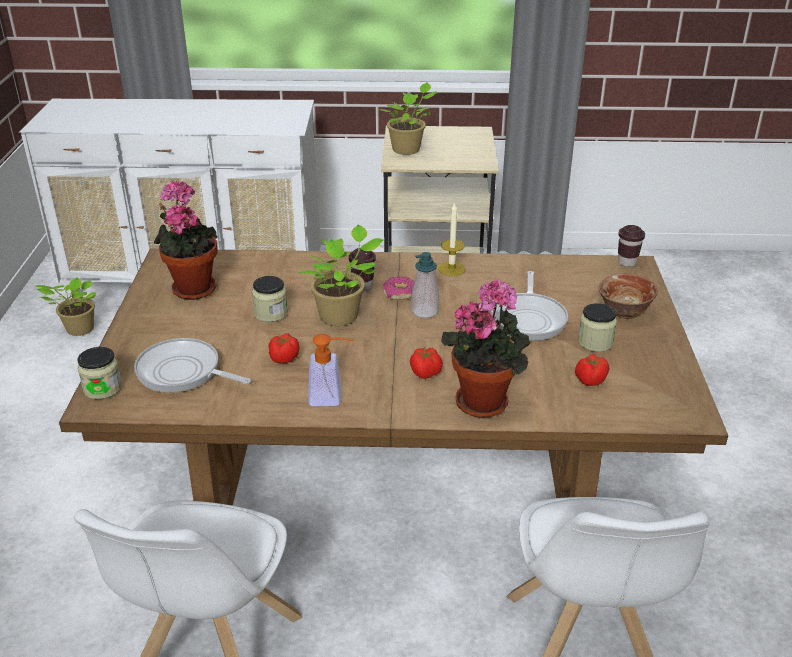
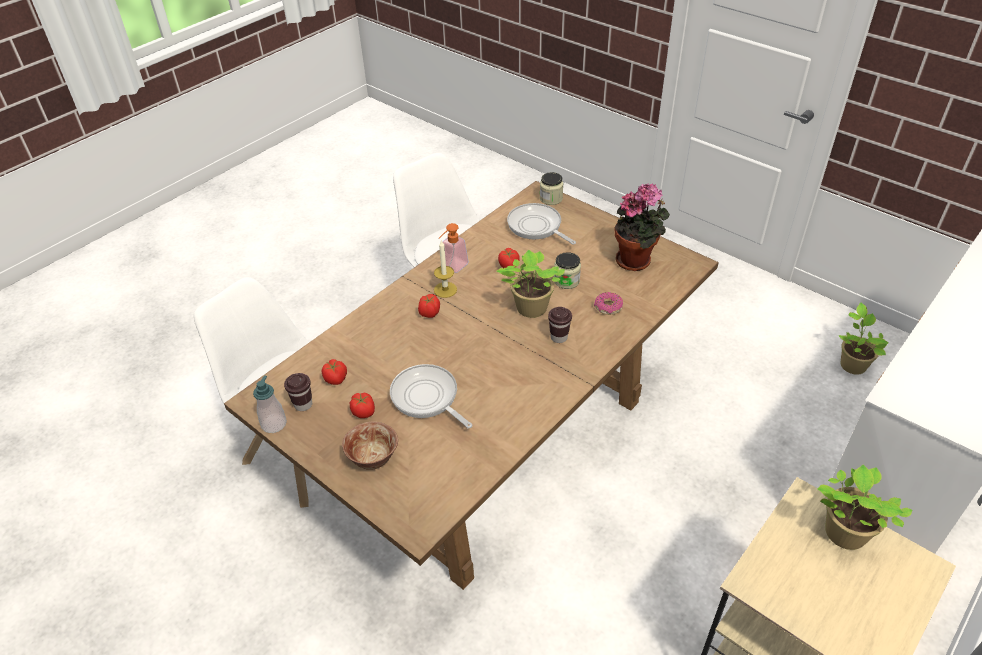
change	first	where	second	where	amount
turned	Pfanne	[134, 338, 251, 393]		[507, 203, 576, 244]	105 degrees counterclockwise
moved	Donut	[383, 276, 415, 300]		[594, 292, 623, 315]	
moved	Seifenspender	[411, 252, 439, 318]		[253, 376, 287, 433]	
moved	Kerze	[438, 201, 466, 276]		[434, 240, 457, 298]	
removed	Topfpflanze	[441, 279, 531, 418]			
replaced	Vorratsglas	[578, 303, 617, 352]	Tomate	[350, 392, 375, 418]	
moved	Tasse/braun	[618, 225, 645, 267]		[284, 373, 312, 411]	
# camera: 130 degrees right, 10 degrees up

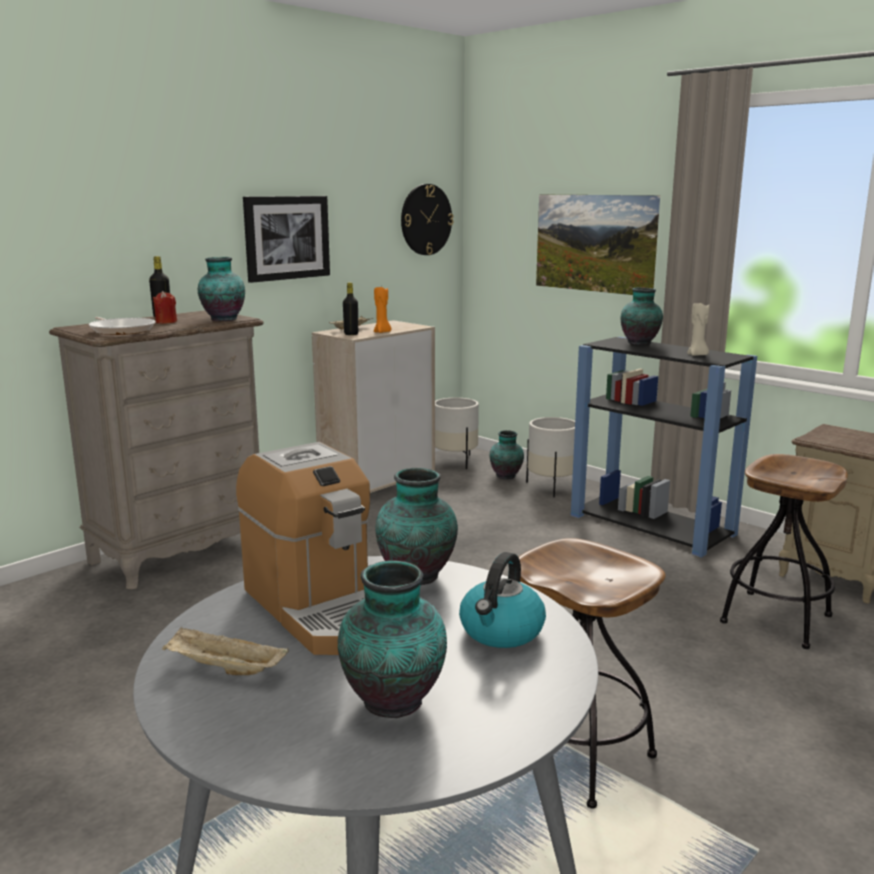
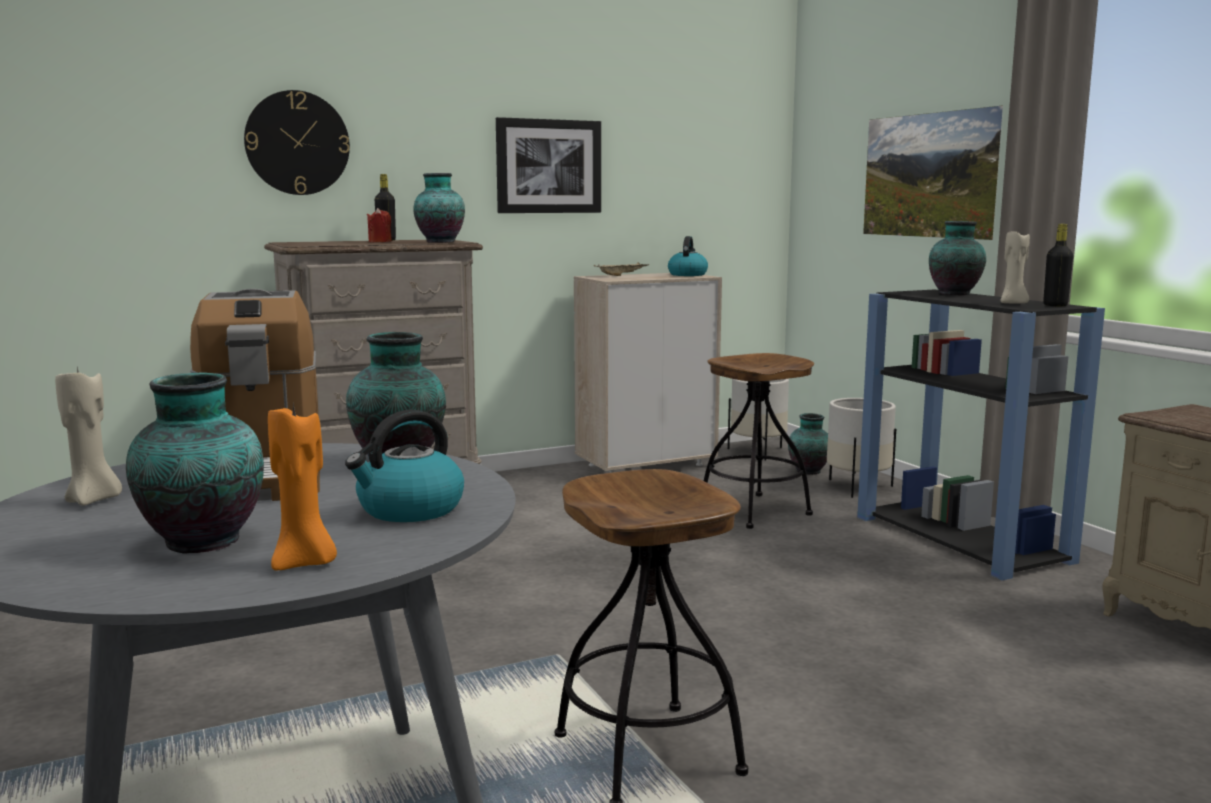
change	first	where	second	where	amount
removed	Pfanne	[89, 317, 156, 335]			
replaced	Tablett/beige	[162, 627, 289, 675]	Kerze/beige	[55, 366, 122, 506]	
moved	Flasche/schwarz	[343, 282, 358, 335]		[1043, 224, 1073, 307]	
moved	Kerze/orange	[374, 287, 391, 333]		[268, 403, 337, 570]	
moved	Wanduhr	[401, 184, 454, 255]		[244, 90, 350, 195]	
moved	Hocker/braun	[720, 454, 848, 649]		[704, 353, 814, 529]	
added			Wasserkessel	[668, 236, 708, 276]	
# camera: 20 degrees right, 5 degrees down

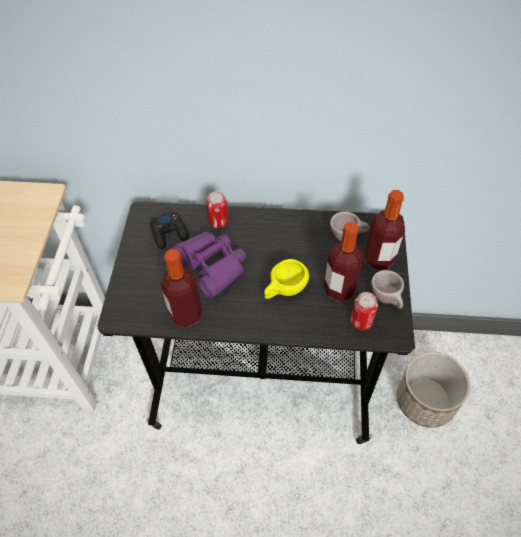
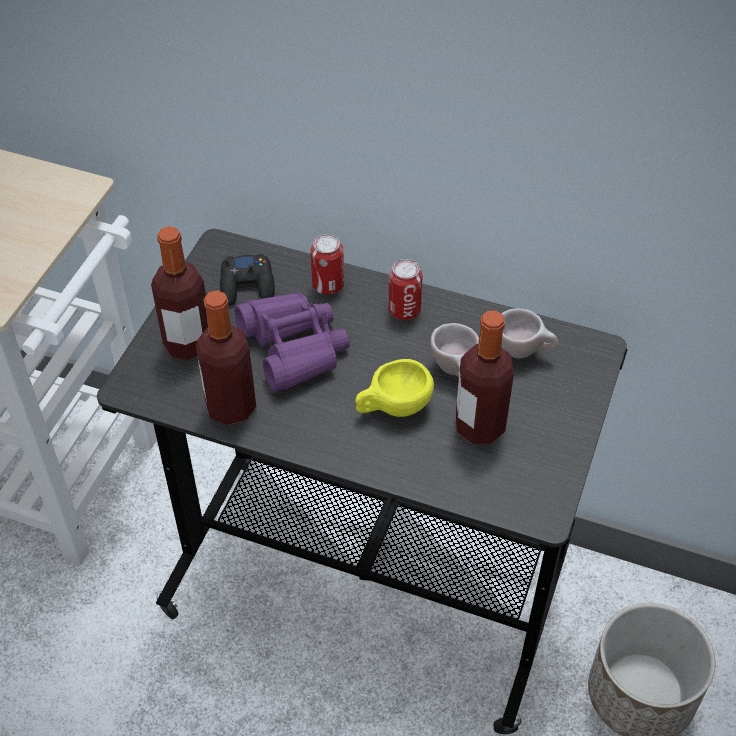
change	first	where	second	where	amount
moved	Dose	[350, 292, 378, 330]		[388, 259, 422, 320]	
moved	Flasche	[365, 190, 405, 270]		[151, 226, 208, 361]	
moved	Tasse/beige	[371, 270, 404, 309]		[430, 323, 479, 378]	
# camera: 15 degrees right, 5 degrees down

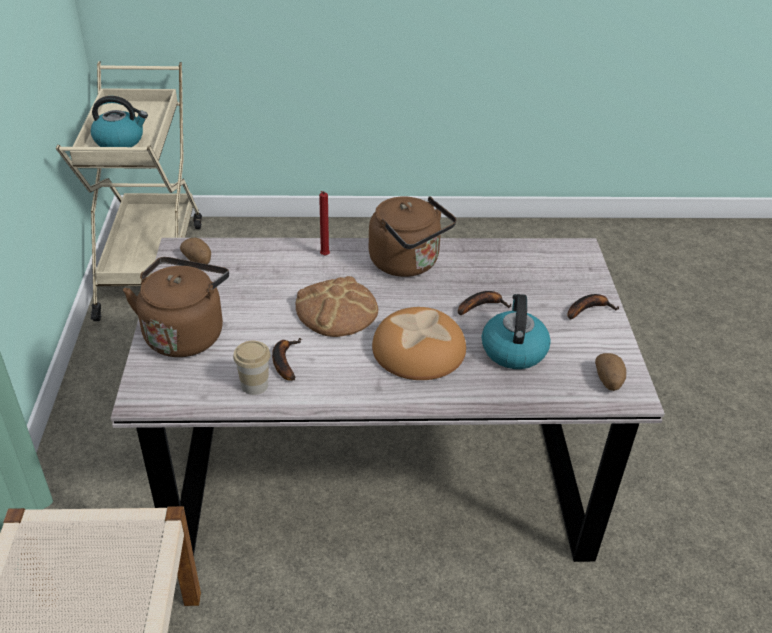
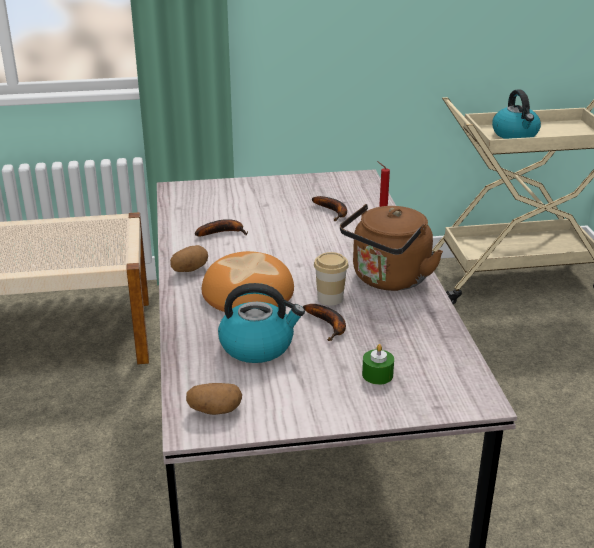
change	first	where	second	where	amount
removed	Wasserkessel/braun	[123, 257, 229, 357]			
moved	Kartoffel	[180, 237, 211, 264]		[170, 245, 208, 272]	
moved	Tasse	[233, 341, 270, 395]		[314, 252, 349, 305]	
removed	Brot	[296, 276, 378, 337]			
moved	Banane	[567, 294, 619, 320]		[312, 196, 347, 221]	
added			Kerze/grün	[362, 344, 394, 385]	
# camera: 85 degrees right, 10 degrees down

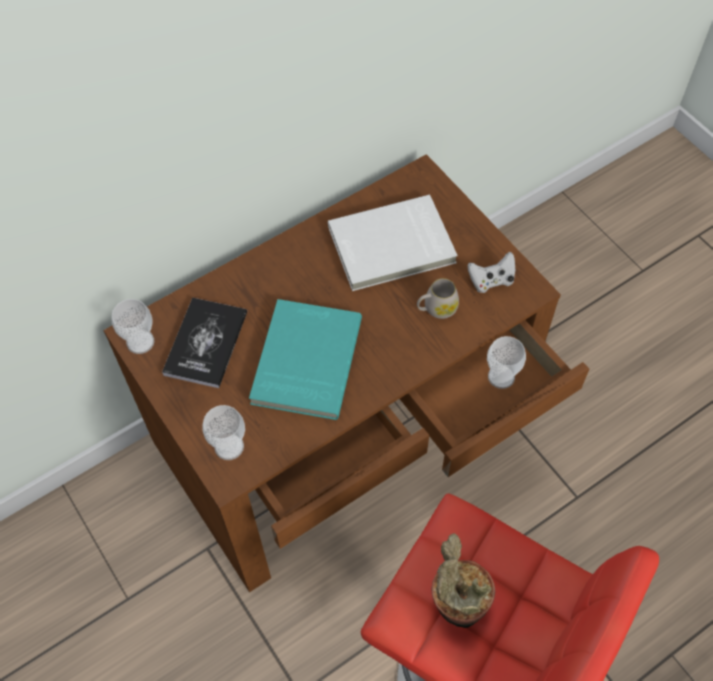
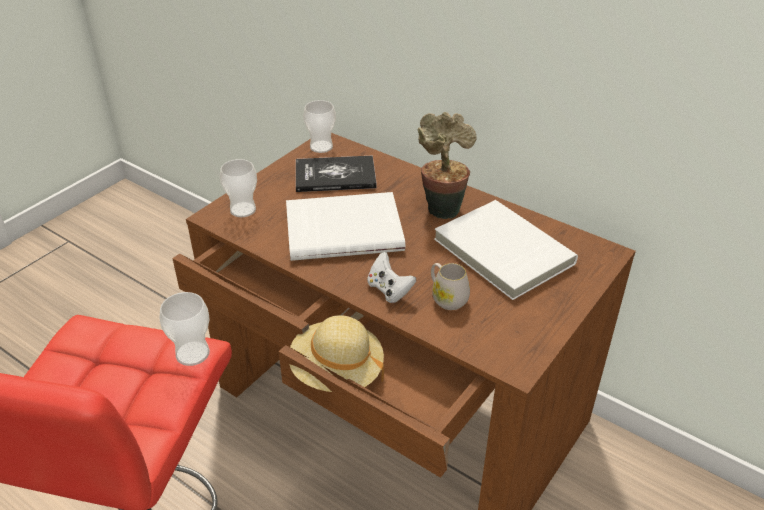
change	first	where	second	where	amount
recoloured	Buch/türkis	[249, 299, 362, 420]	Buch/weiß	[286, 192, 405, 261]	
moved	Topfpflanze	[432, 533, 495, 628]		[417, 112, 477, 219]	
moved	Gamepad/weiß	[467, 252, 515, 293]		[367, 252, 416, 303]	
moved	Tasse	[487, 336, 526, 389]		[160, 292, 210, 366]	
added			Hut/beige	[289, 315, 384, 392]	
# camera: 70 degrees right, 20 degrees down

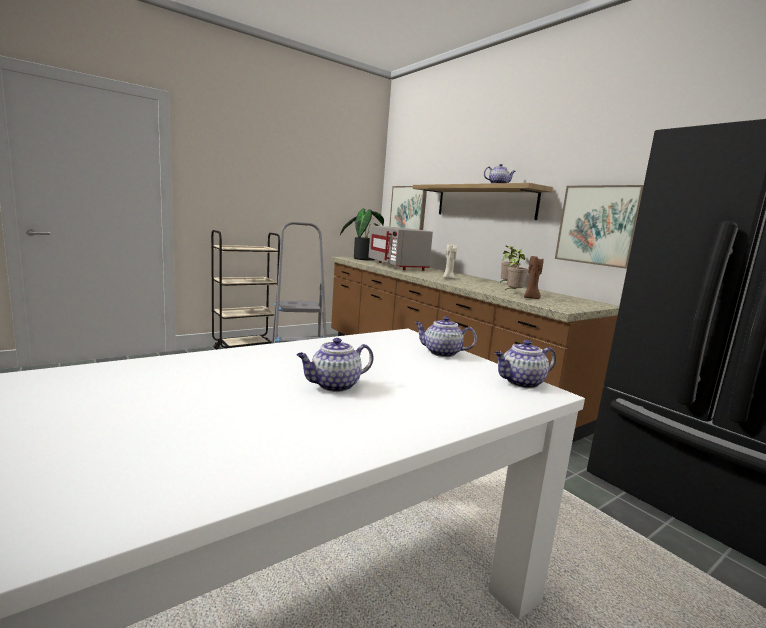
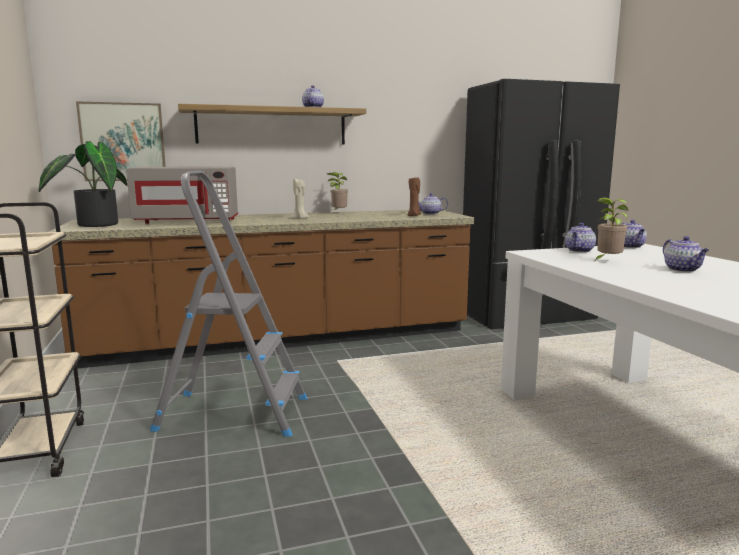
change	first	where	second	where	amount
moved	Topfpflanze	[505, 248, 528, 291]		[595, 197, 629, 260]	
removed	Bild	[555, 185, 644, 269]			
added			Teekanne	[418, 193, 448, 214]	
# camera: 70 degrees left, 0 degrees up

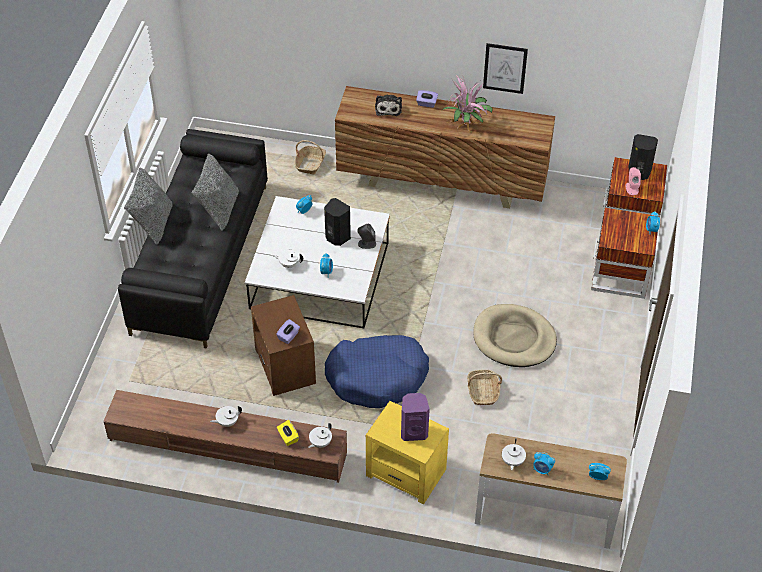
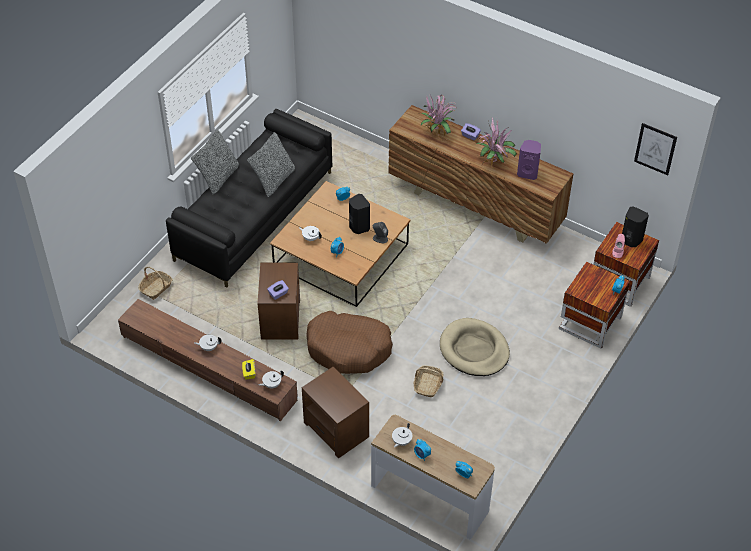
change	first	where	second	where	amount
recoloured	Couchtisch/weiß	[245, 196, 390, 328]	Couchtisch/braun	[270, 181, 410, 307]	
moved	Korb	[294, 140, 326, 175]		[138, 267, 173, 300]	
recoloured	Hundebett/blau	[325, 335, 429, 408]	Hundebett/braun	[306, 311, 393, 374]	
recoloured	Beistelltisch/gelb	[366, 401, 449, 504]	Beistelltisch/braun	[302, 367, 369, 459]	
replaced	Plüschtier	[375, 95, 402, 116]	Topfpflanze	[421, 95, 458, 143]	
moved	Lautsprecher/lila	[401, 393, 430, 441]		[517, 140, 541, 180]	
moved	Bild	[483, 43, 528, 94]		[634, 123, 677, 175]	
# camera: 20 degrees right, 0 degrees up

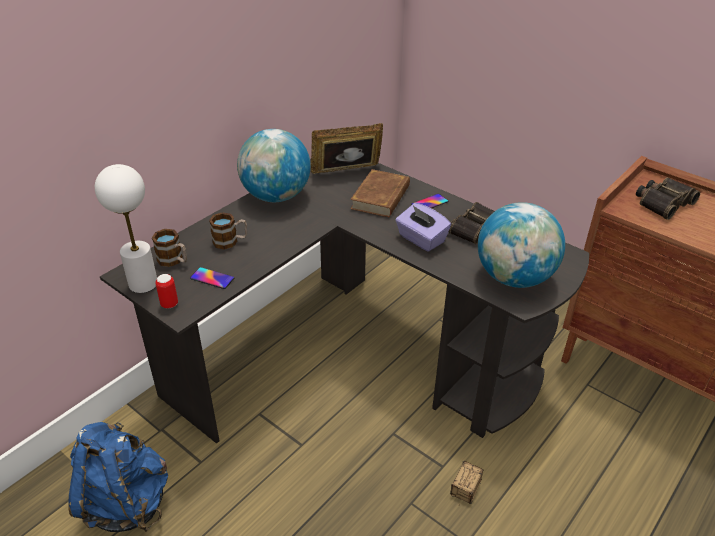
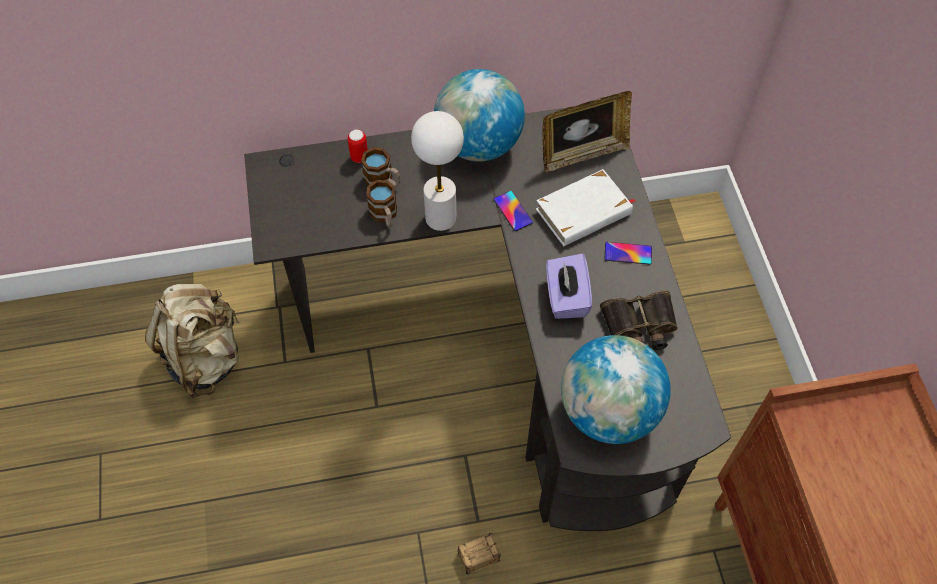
change	first	where	second	where	amount
recoloured	Rucksack/blau	[68, 422, 168, 532]	Rucksack/beige	[145, 284, 240, 398]	
moved	Tischlampe/weiß	[95, 164, 157, 293]		[411, 111, 464, 231]	
moved	Henkelbecher	[152, 229, 187, 267]		[366, 180, 397, 227]	
moved	Dose	[155, 274, 178, 309]		[347, 129, 368, 163]	
moved	Handy	[190, 267, 235, 289]		[493, 191, 533, 231]	
turned	Bilderrahmen	[311, 123, 383, 174]		[543, 91, 632, 172]	135 degrees clockwise
recoloured	Buch/braun	[350, 169, 410, 217]	Buch/weiß	[536, 169, 636, 246]	
removed	Fernglas	[636, 177, 700, 220]			
# camera: 40 degrees right, 20 degrees up

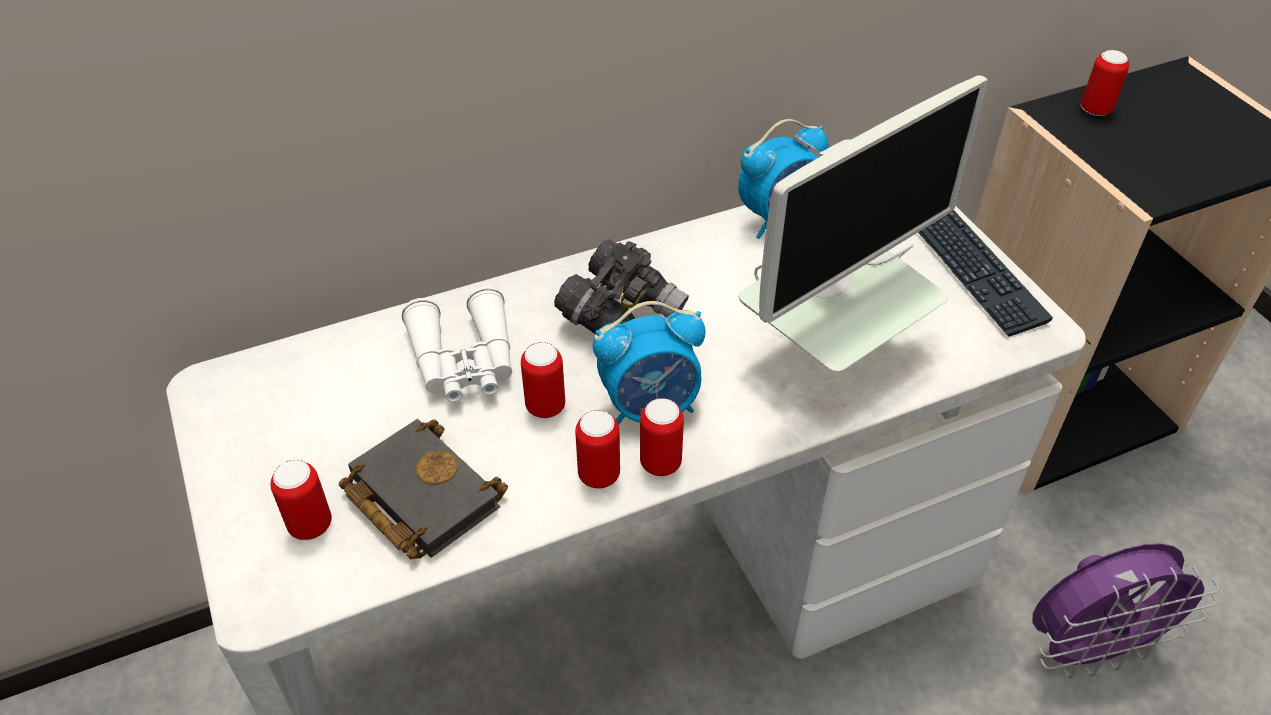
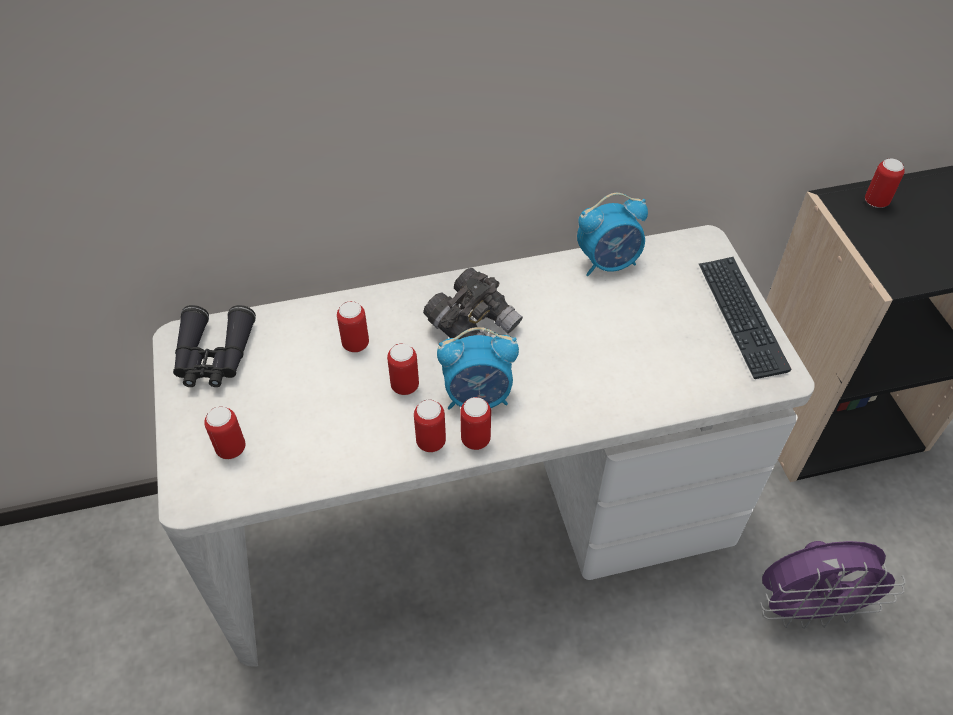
change	first	where	second	where	amount
removed	Buch/schwarz	[339, 419, 508, 559]			
replaced	Fernglas/weiß	[402, 286, 512, 402]	Dose	[337, 301, 369, 352]	
removed	Monitor	[739, 75, 989, 372]			
added			Fernglas/schwarz	[173, 305, 256, 387]	
# camera: 10 degrees right, 5 degrees up

